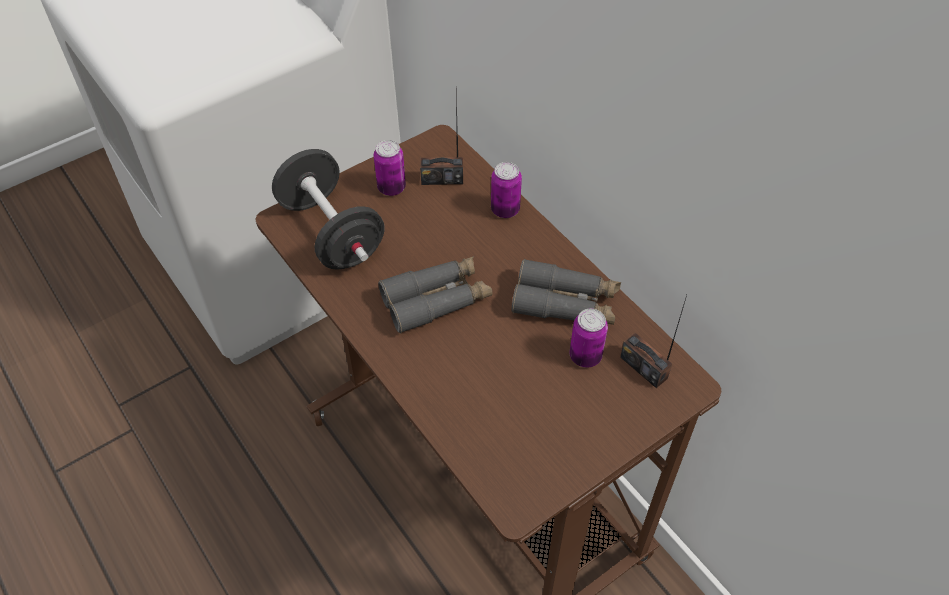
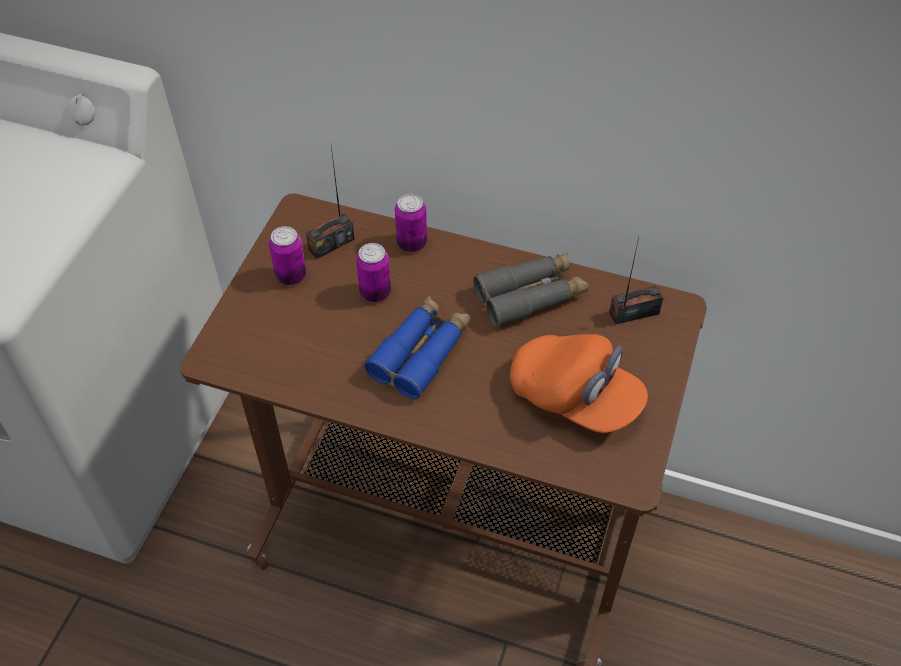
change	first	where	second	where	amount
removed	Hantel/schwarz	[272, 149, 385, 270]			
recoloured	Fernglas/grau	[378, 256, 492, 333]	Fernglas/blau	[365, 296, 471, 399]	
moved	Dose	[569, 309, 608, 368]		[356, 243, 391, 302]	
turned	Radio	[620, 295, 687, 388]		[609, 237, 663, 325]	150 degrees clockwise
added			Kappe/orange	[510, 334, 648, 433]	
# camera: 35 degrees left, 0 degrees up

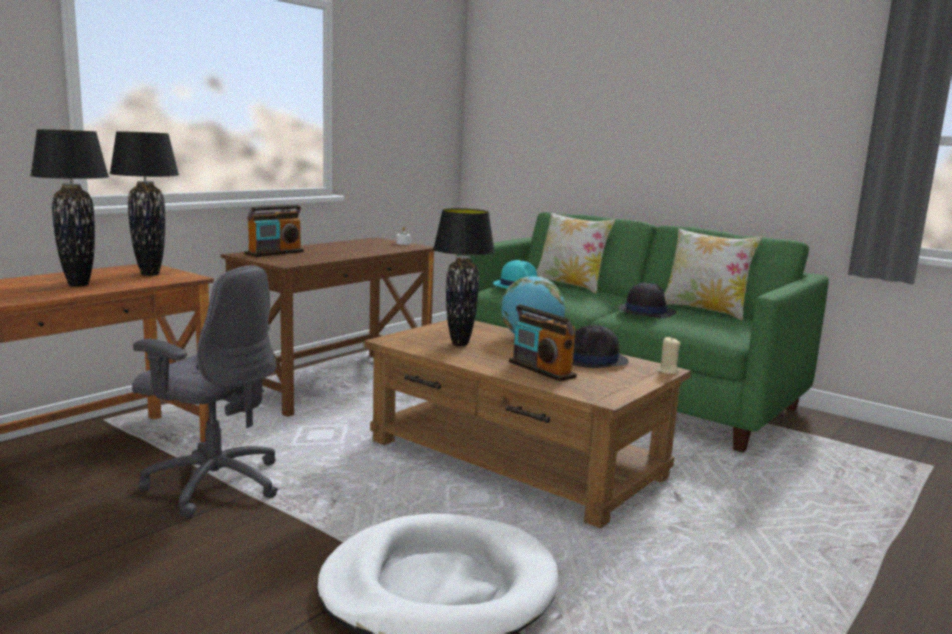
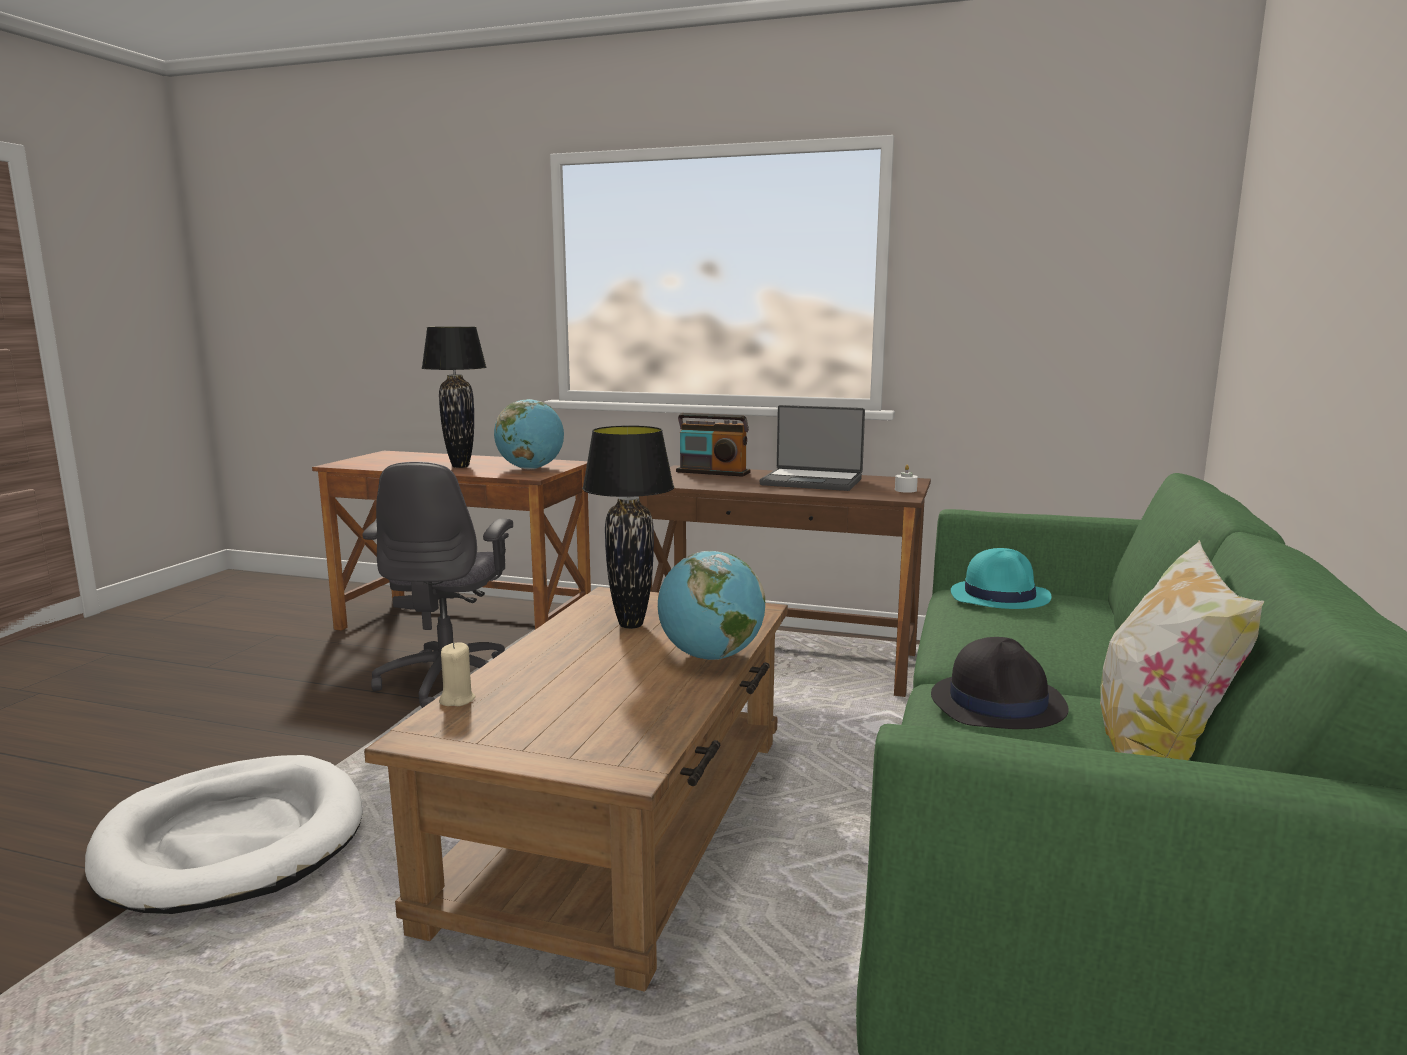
change	first	where	second	where	amount
replaced	Tischlampe/schwarz	[109, 131, 179, 276]	Globus	[494, 399, 564, 469]	
removed	Radio	[509, 304, 577, 381]			
removed	Kissen	[536, 212, 616, 293]			
removed	Hut/schwarz	[573, 325, 628, 368]			
moved	Kerze/beige	[656, 337, 681, 374]		[439, 642, 476, 706]	
added			Laptop	[760, 405, 865, 491]	
# camera: 70 degrees right, 0 degrees up

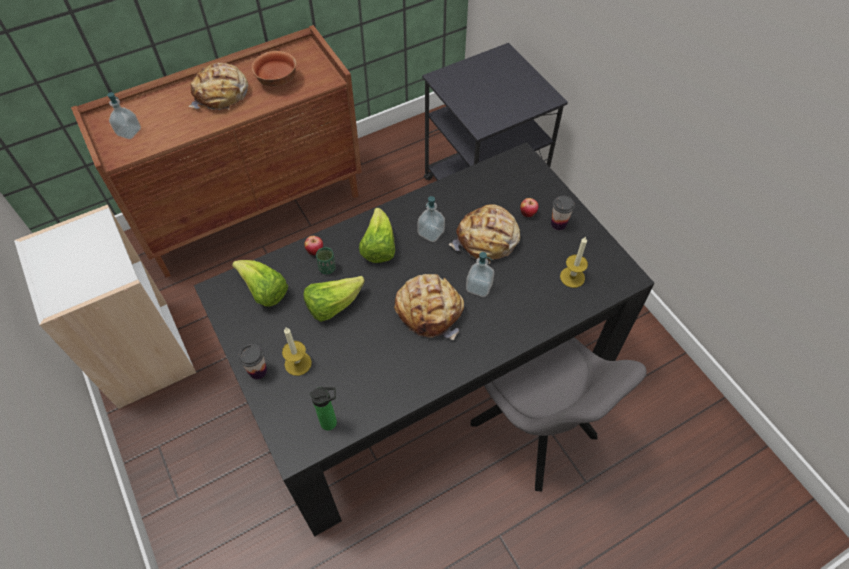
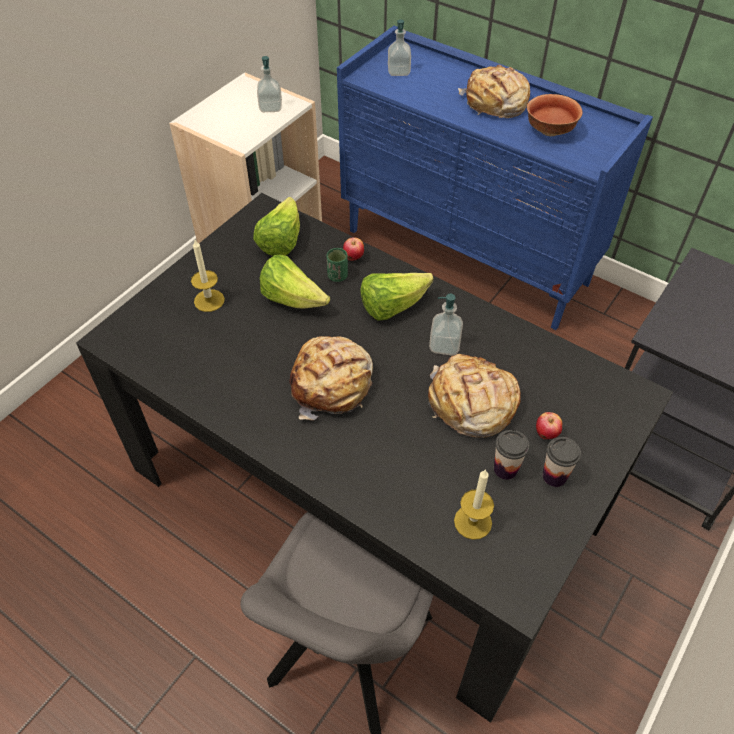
change	first	where	second	where	amount
recoloured	Schrank/braun	[71, 25, 362, 278]	Schrank/blau	[337, 26, 653, 330]	
moved	Tasse	[238, 344, 267, 379]		[494, 430, 529, 480]	
removed	Flasche	[310, 387, 337, 431]			
moved	Seifenspender	[466, 252, 494, 297]		[257, 56, 282, 112]	
# camera: 65 degrees right, 5 degrees down

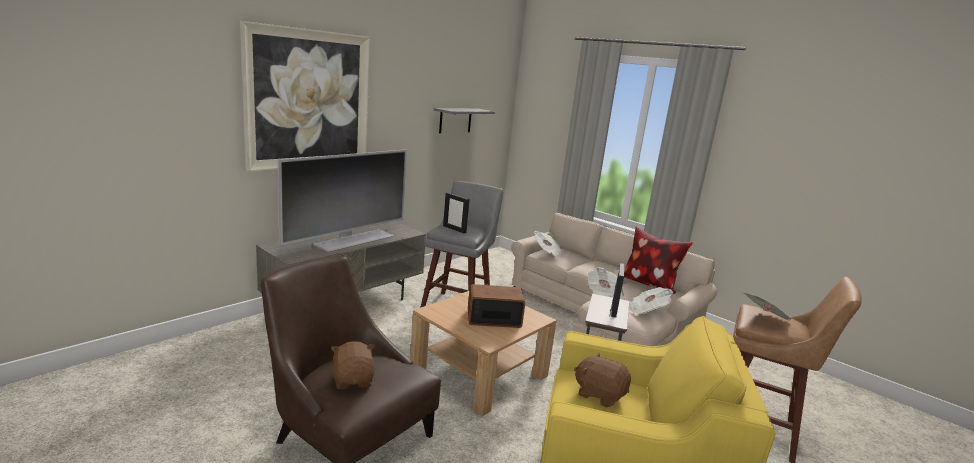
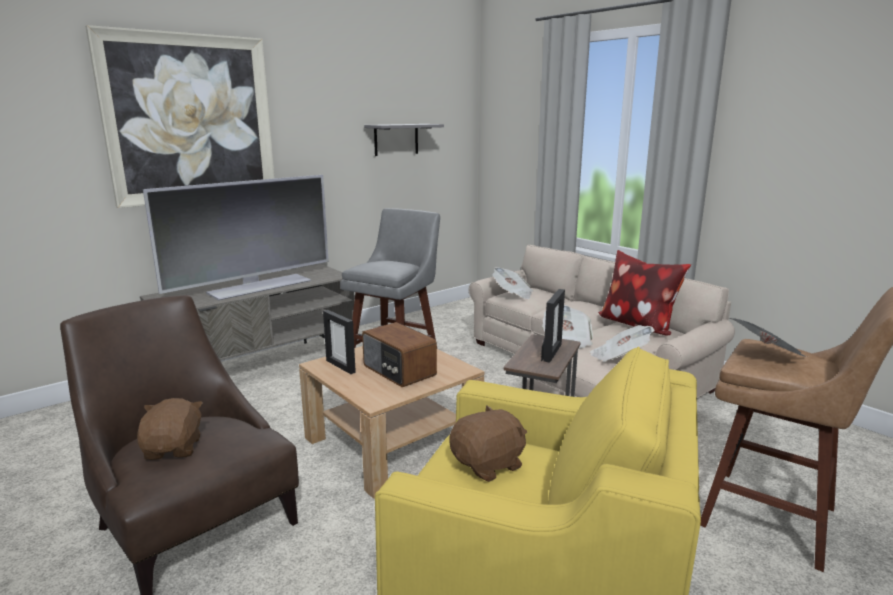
change	first	where	second	where	amount
moved	Bilderrahmen	[443, 193, 469, 233]		[323, 310, 356, 374]	
turned	Radio	[468, 284, 525, 328]		[362, 322, 437, 387]	135 degrees counterclockwise
turned	Plüschtier/braun	[574, 353, 631, 407]		[449, 406, 527, 482]	105 degrees clockwise
# camera: 10 degrees right, 0 degrees up

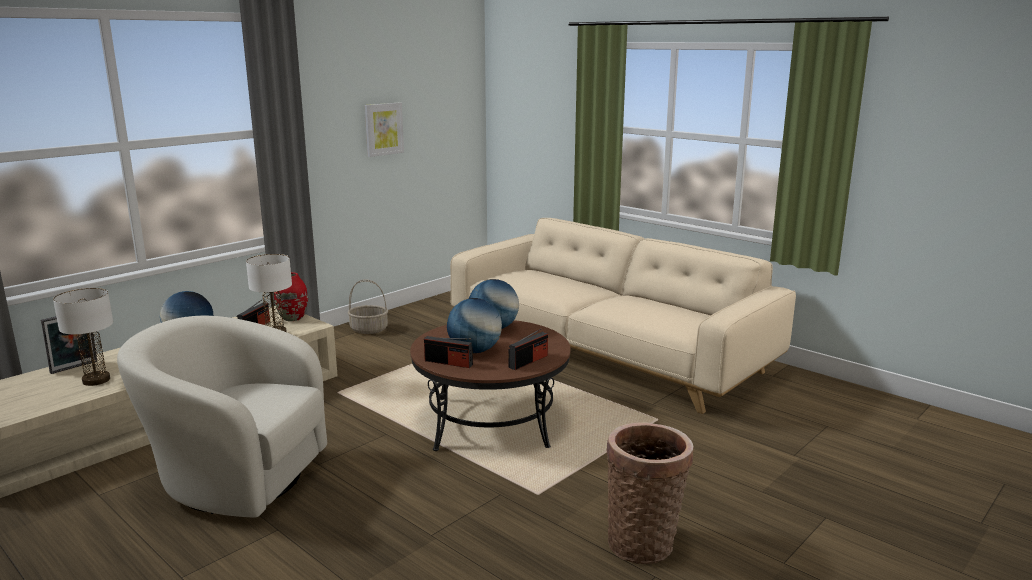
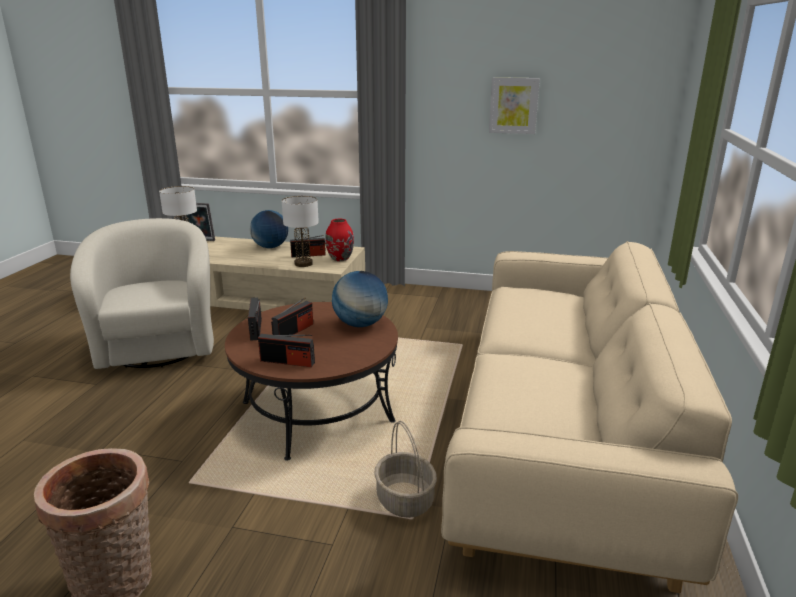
change	first	where	second	where	amount
moved	Korb	[347, 279, 388, 334]		[374, 421, 437, 518]	
replaced	Globus	[447, 298, 502, 353]	Radio	[271, 298, 313, 337]	
# camera: 60 degrees right, 5 degrees up

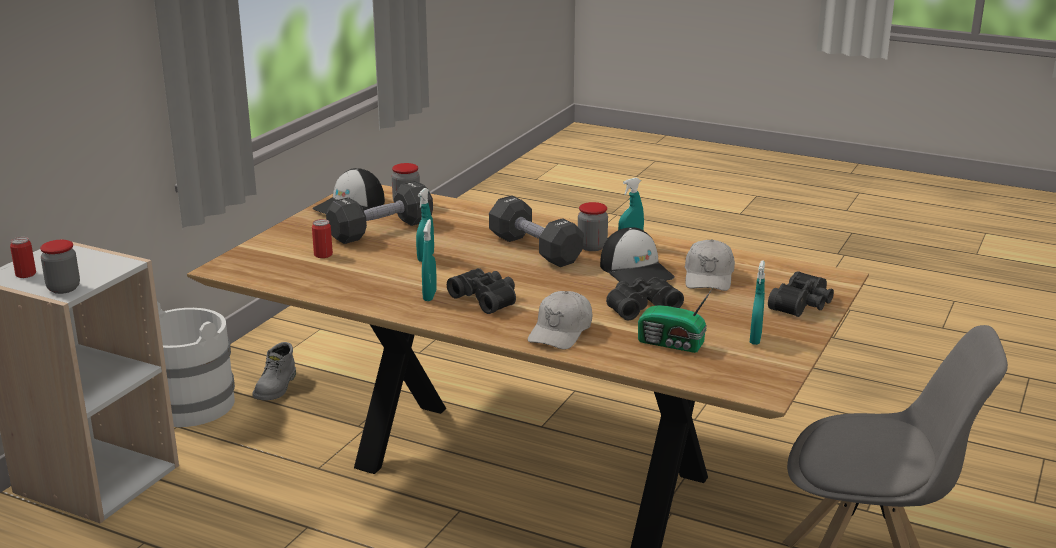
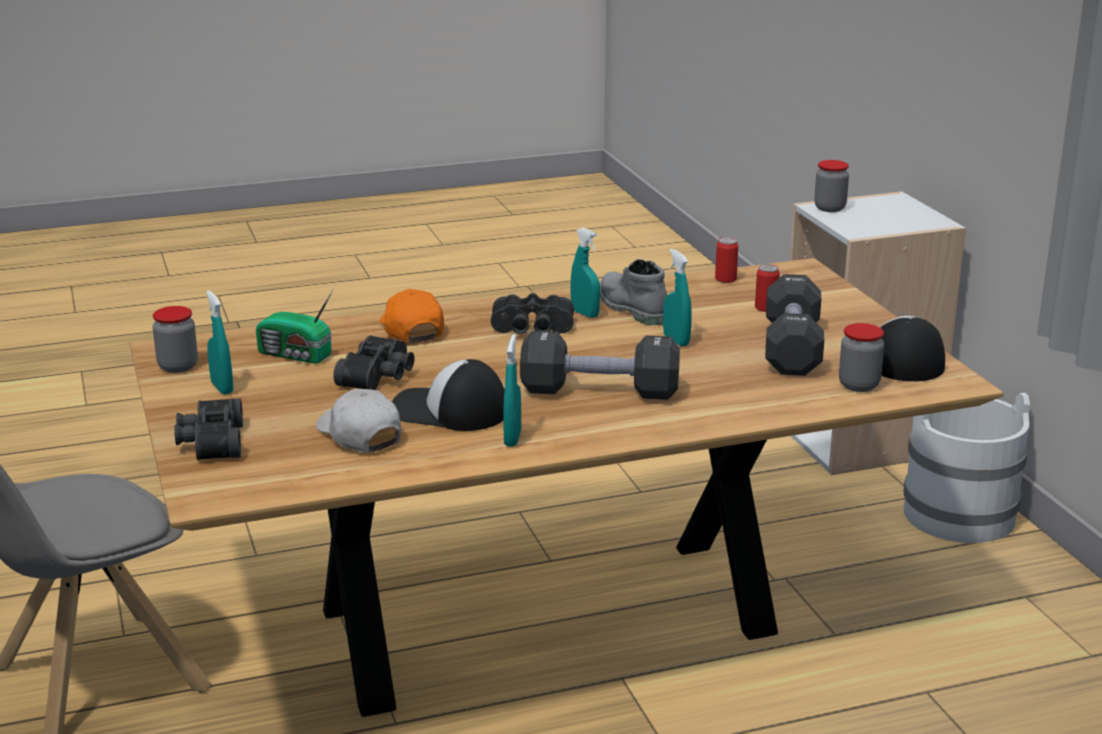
change	first	where	second	where	amount
moved	Dose	[10, 237, 36, 278]		[715, 237, 738, 283]	
moved	Stiefel/grau	[252, 342, 296, 400]		[600, 259, 667, 325]	
recoloured	Kappe/weiß	[528, 291, 592, 349]	Kappe/orange	[380, 289, 444, 343]	
moved	Vorratsglas	[578, 202, 608, 251]		[153, 306, 198, 373]	
turned	Radio	[638, 288, 713, 353]		[256, 289, 334, 364]	135 degrees counterclockwise
# camera: 135 degrees right, 0 degrees up

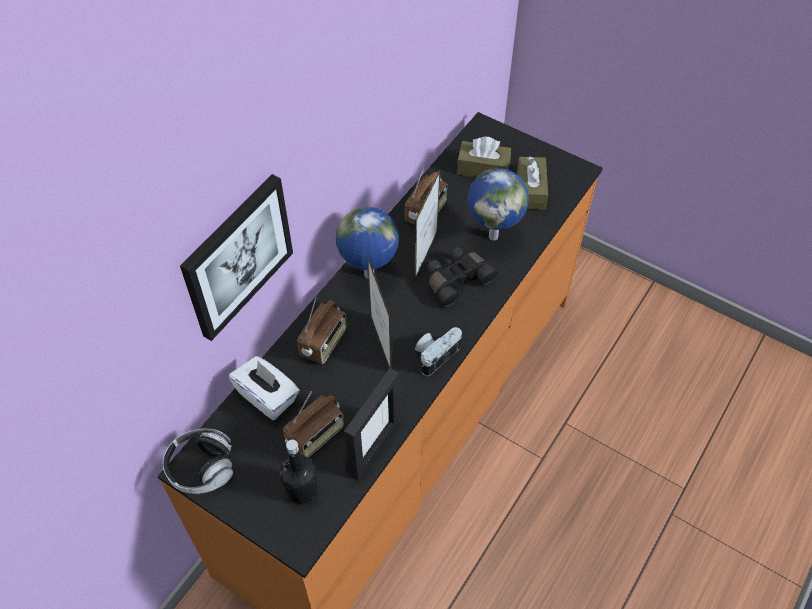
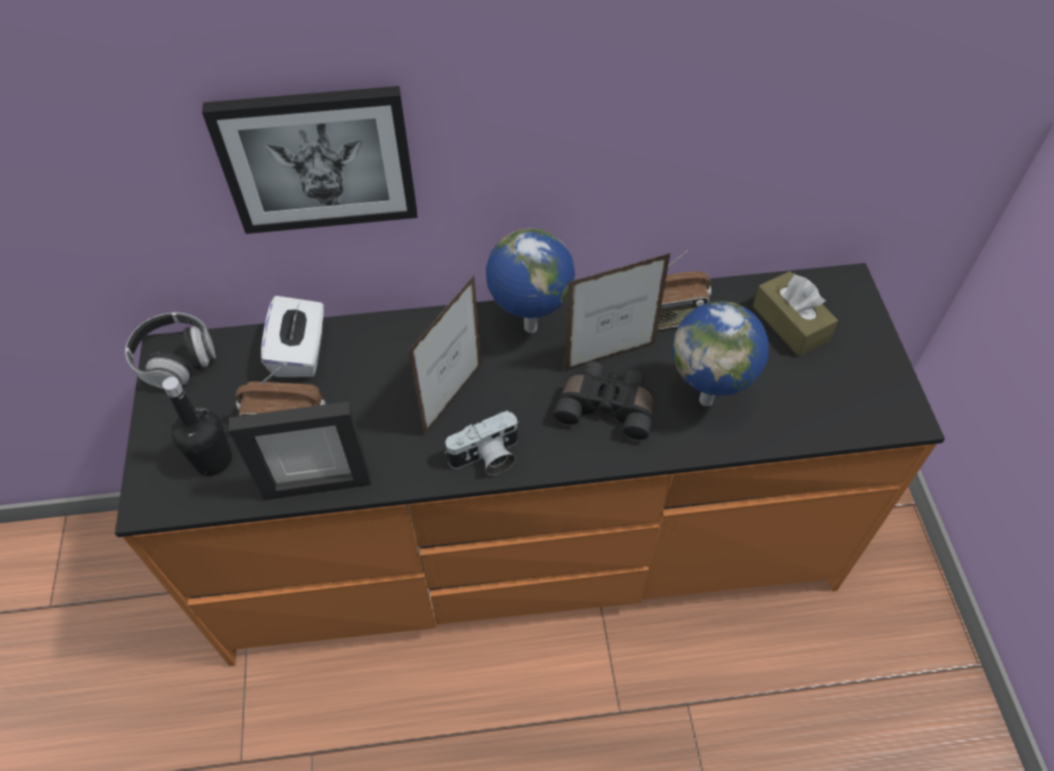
change	first	where	second	where	amount
removed	Radio	[297, 297, 346, 364]			
turned	Kamera	[415, 327, 462, 376]		[444, 410, 519, 475]	150 degrees clockwise
removed	Taschentuchbox/braun	[517, 156, 548, 210]			
# camera: 50 degrees right, 0 degrees up

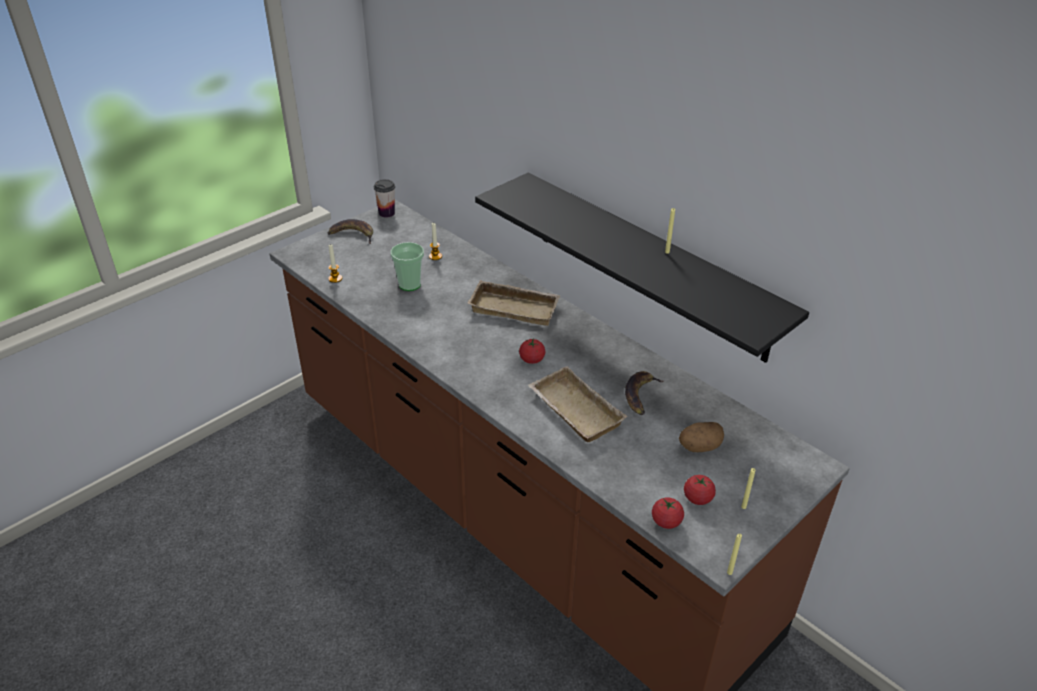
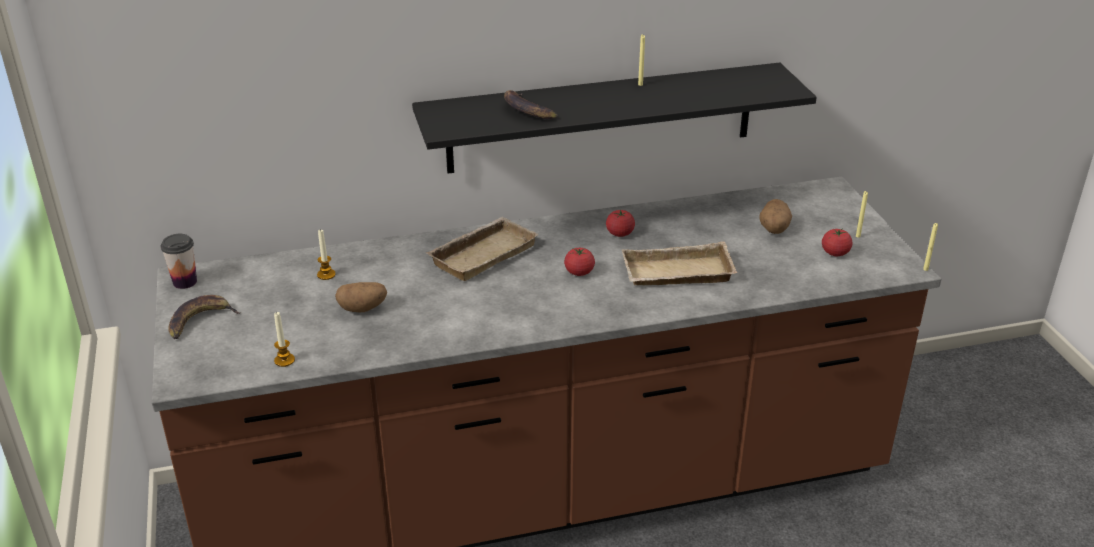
change	first	where	second	where	amount
replaced	Tasse	[391, 242, 424, 291]	Kartoffel	[335, 282, 387, 312]	
moved	Banane	[625, 371, 665, 415]		[504, 90, 558, 119]	
moved	Tomate	[652, 497, 684, 529]		[606, 210, 635, 237]	
# camera: 60 degrees left, 5 degrees down

